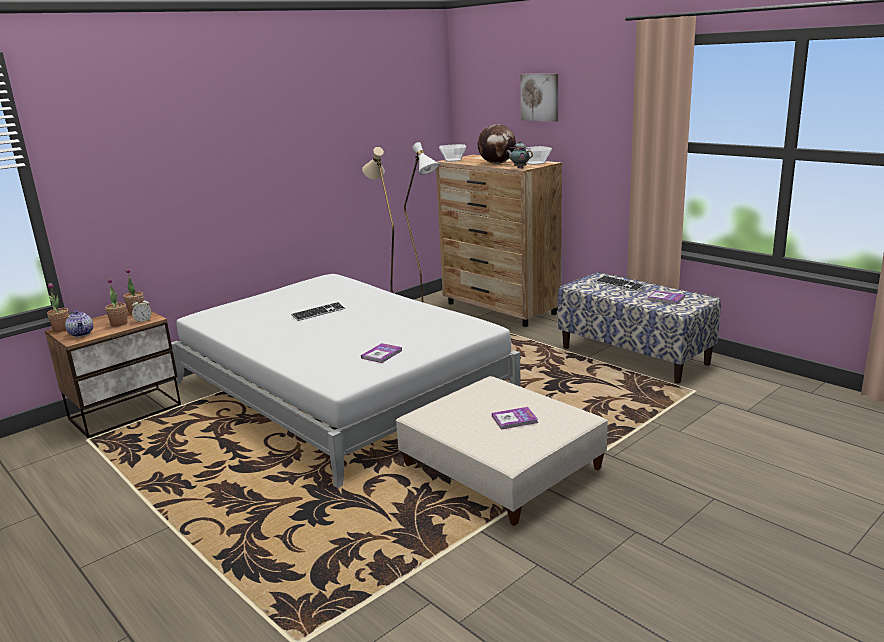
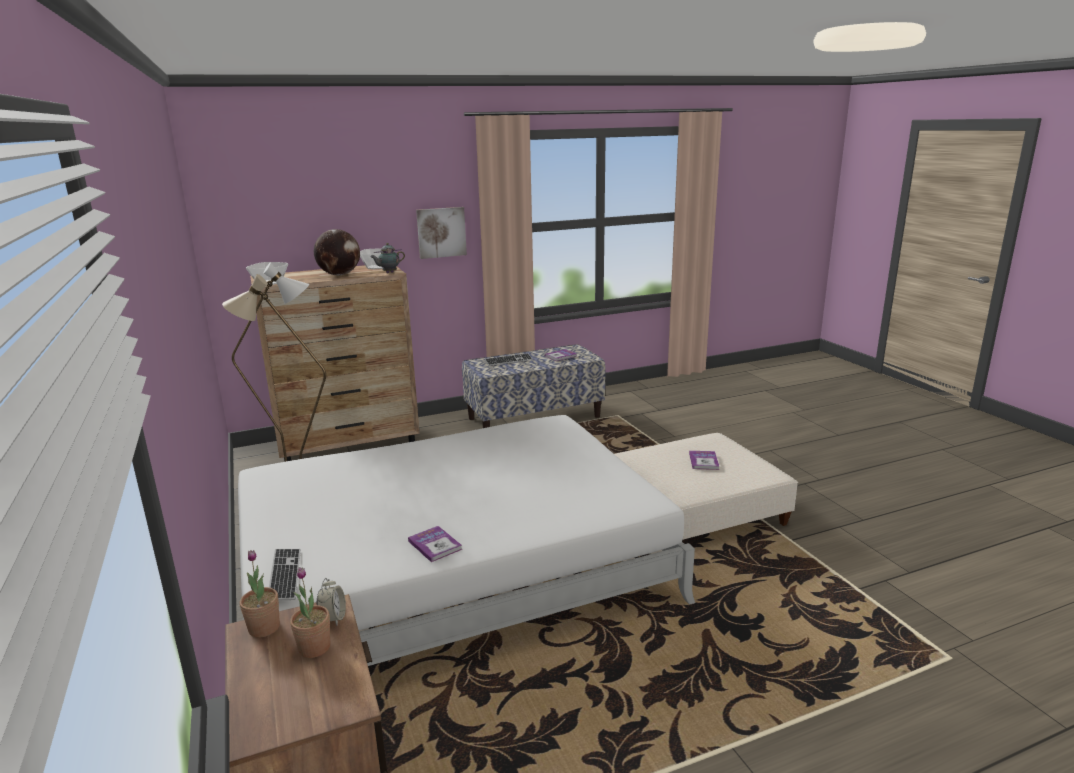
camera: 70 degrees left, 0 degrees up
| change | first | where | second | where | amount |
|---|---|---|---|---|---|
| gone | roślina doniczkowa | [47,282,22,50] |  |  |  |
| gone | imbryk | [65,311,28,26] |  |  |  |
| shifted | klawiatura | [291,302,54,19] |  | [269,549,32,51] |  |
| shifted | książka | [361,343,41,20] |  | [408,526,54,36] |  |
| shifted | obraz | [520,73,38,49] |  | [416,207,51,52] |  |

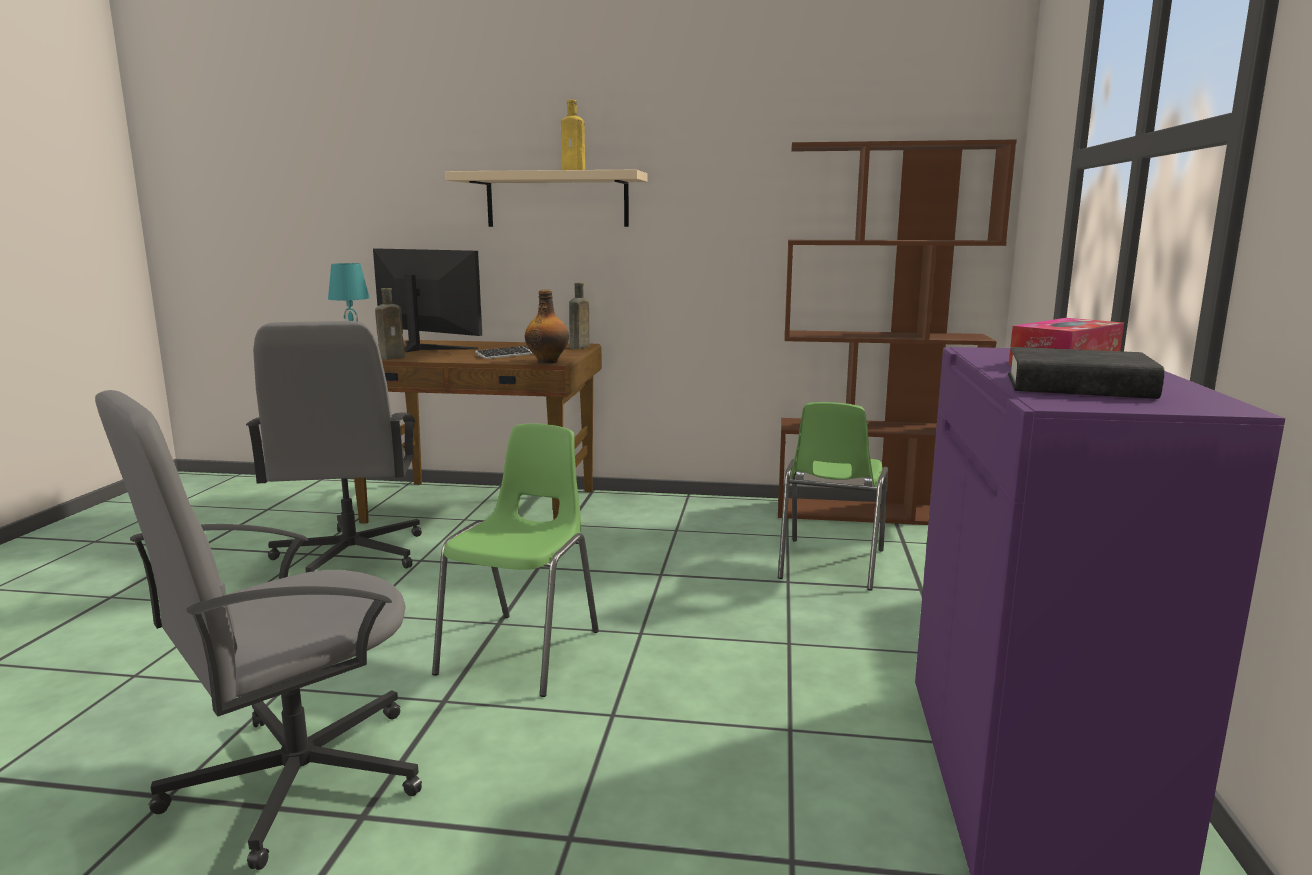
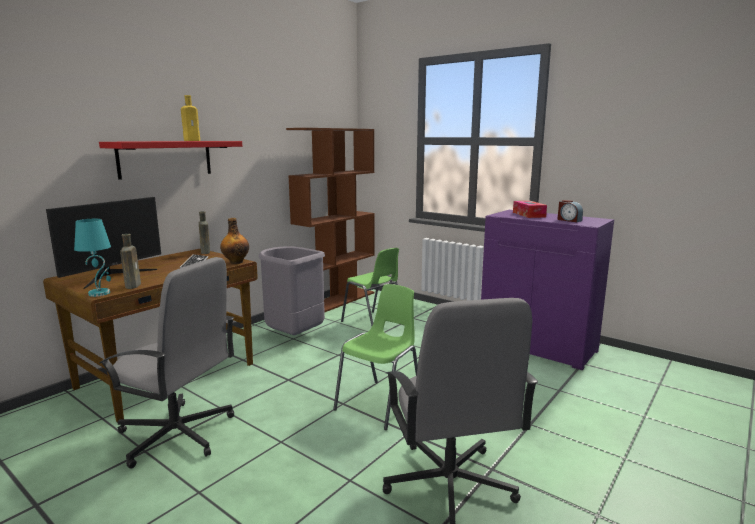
camera: 60 degrees left, 0 degrees up
| change | first | where | second | where | amount |
|---|---|---|---|---|---|
| new |  |  | kosz na śmieci/szary | [259,246,66,89] |  |
| swapped | książka/czarny | [1008,347,157,52] | budzik | [558,200,25,22] |  |
| repainted | półka/beżowy | [445,170,203,57] | półka/czerwony | [99,141,143,39] |  |
| rotated | monitor | [373,248,109,104] |  | [46,197,115,92] | 150 degrees clockwise |
| rotated | krzesło/zielony | [432,423,167,274] |  | [333,284,85,146] | 75 degrees clockwise |

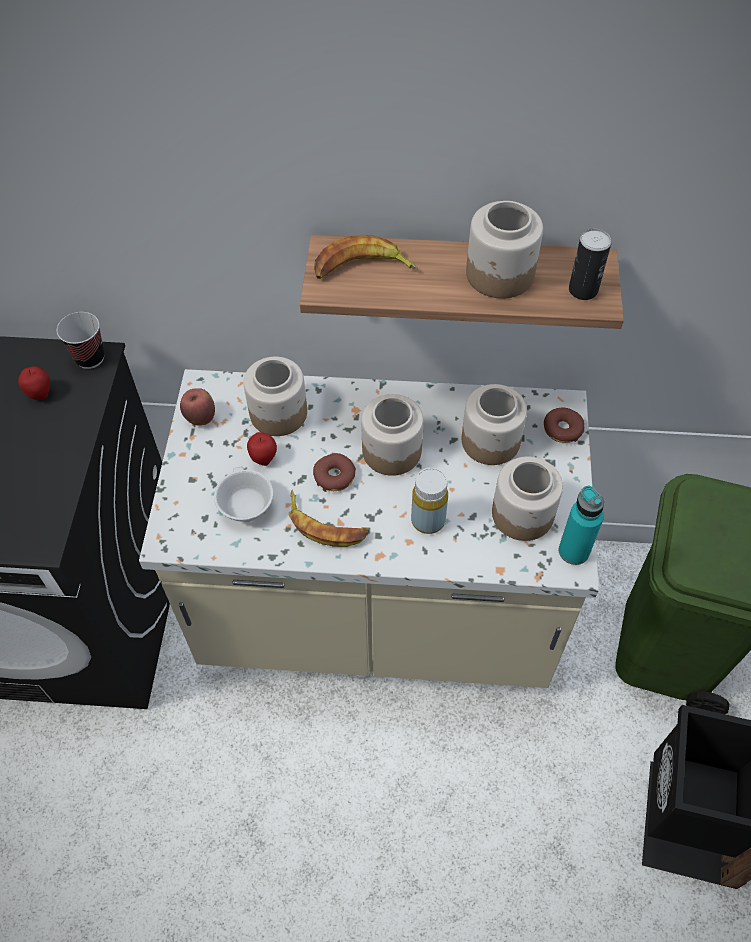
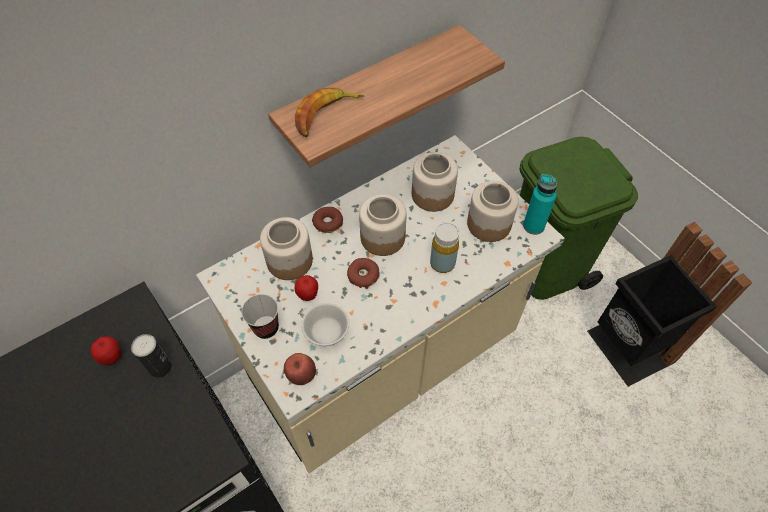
camera: 40 degrees left, 0 degrees up
| change | first | where | second | where | amount |
|---|---|---|---|---|---|
| gone | banan | [289,490,80,57] |  |  |  |
| gone | słoik | [466,201,77,98] |  |  |  |
| shifted | filiżanka | [57,312,48,57] |  | [241,294,38,45] |  |
| shifted | jabłko | [180,388,35,38] |  | [284,353,32,32] |  |
| shifted | donut | [544,408,40,35] |  | [312,207,31,26] |  |
| shifted | puszka | [569,229,43,71] |  | [131,334,41,44] |  |

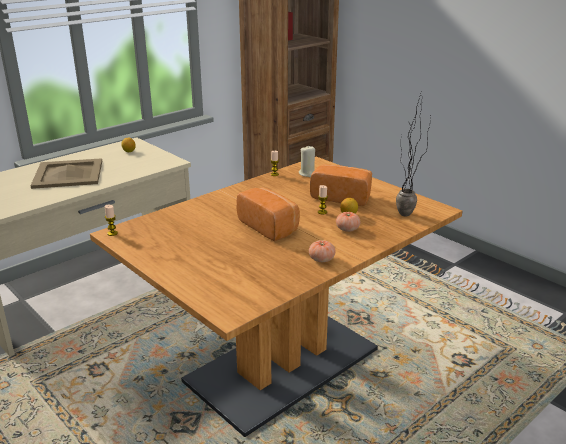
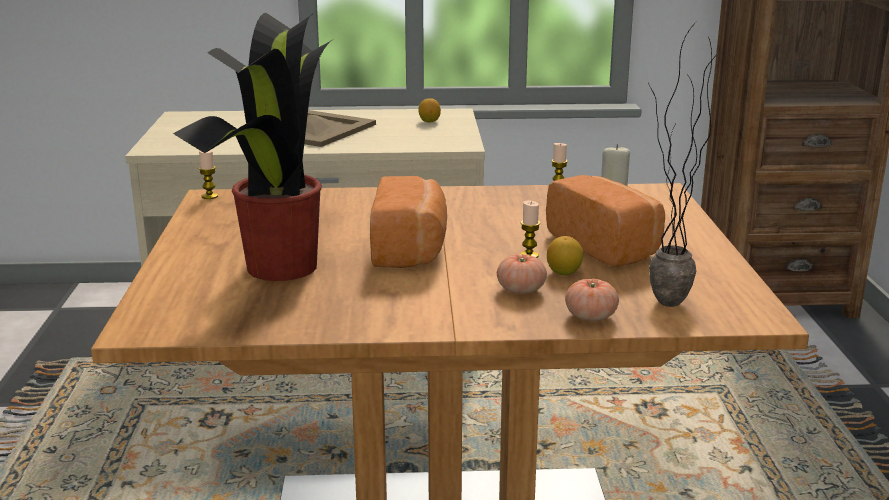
camera: 40 degrees right, 5 degrees down
| change | first | where | second | where | amount |
|---|---|---|---|---|---|
| new |  |  | roślina doniczkowa | [173,13,159,268] |  |
| shifted | pomidor | [309,240,27,22] |  | [565,279,54,42] |  |

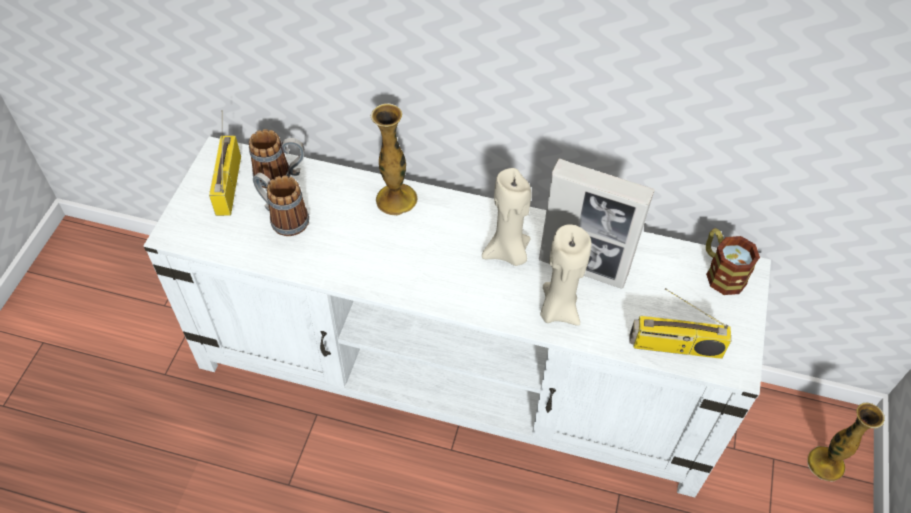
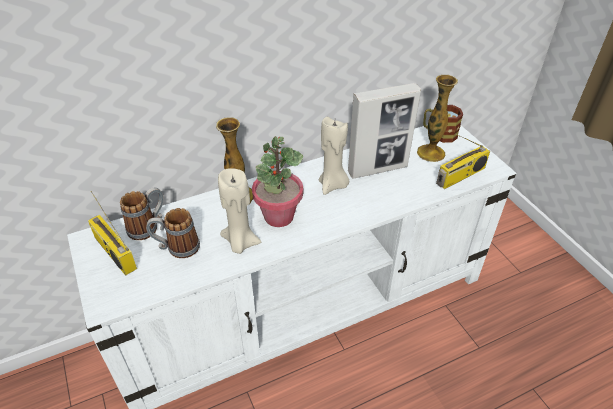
camera: 40 degrees left, 10 degrees down
| change | first | where | second | where | amount |
|---|---|---|---|---|---|
| new |  |  | roślina doniczkowa | [252,136,51,91] |  |
| shifted | świeca/beżowy | [540,224,51,102] |  | [218,168,44,86] |  |
| shifted | wazon | [807,402,78,79] |  | [417,75,41,87] |  |

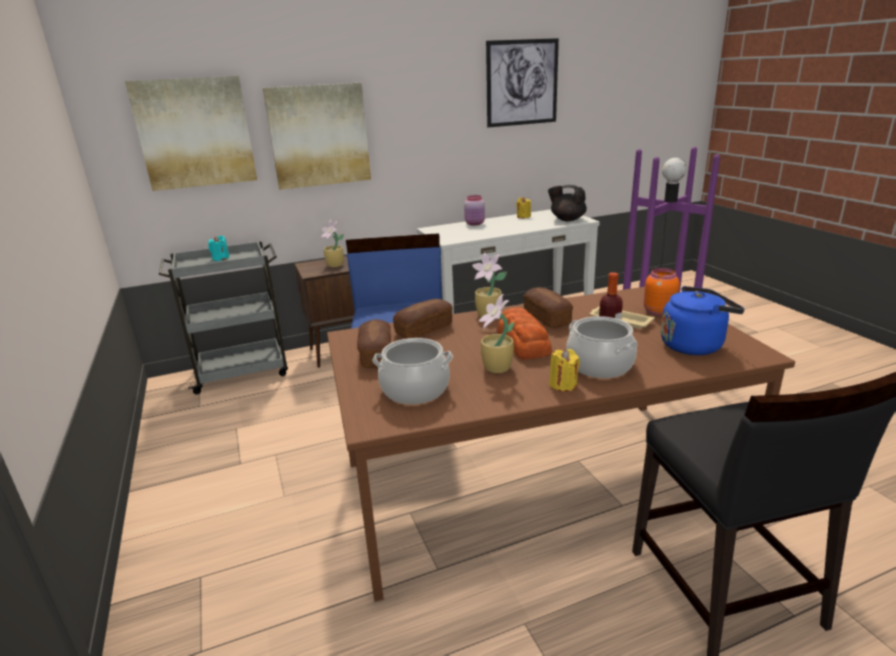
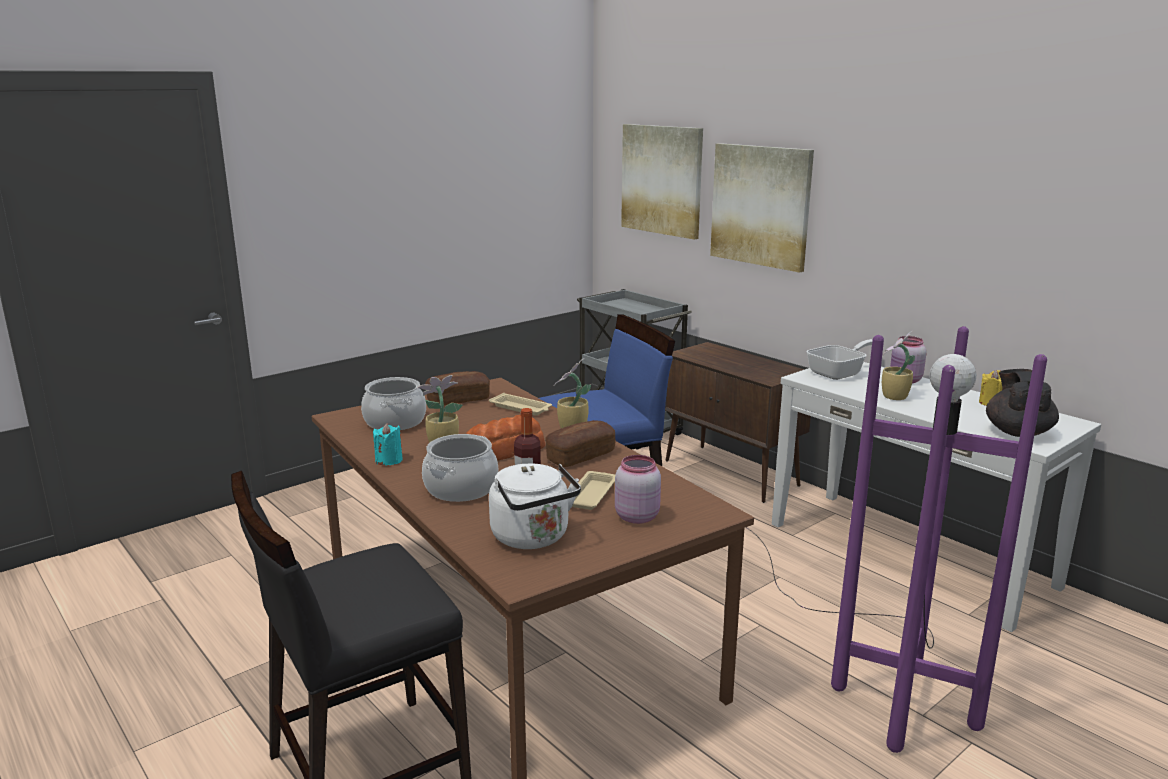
camera: 70 degrees right, 5 degrees down
| change | first | where | second | where | amount |
|---|---|---|---|---|---|
| gone | obraz | [486,38,73,89] |  |  |  |
| gone | świeca/żółty | [549,349,31,42] |  |  |  |
| new |  |  | patelnia | [807,339,66,41] |  |
| shifted | świeca/turkusowy | [208,236,22,25] |  | [373,423,30,42] |  |
| shifted | roślina doniczkowa | [320,220,24,47] |  | [882,331,33,69] |  |
| swapped | chleb | [393,299,60,40] | taca/beżowy | [489,393,63,23] |  |
| repainted | słoik/pomarańczowy | [643,268,37,48] | słoik/różowy | [615,455,46,69] |  |
| repainted | czajnik/niebieski | [661,286,84,69] | czajnik/biały | [489,464,92,85] |  |

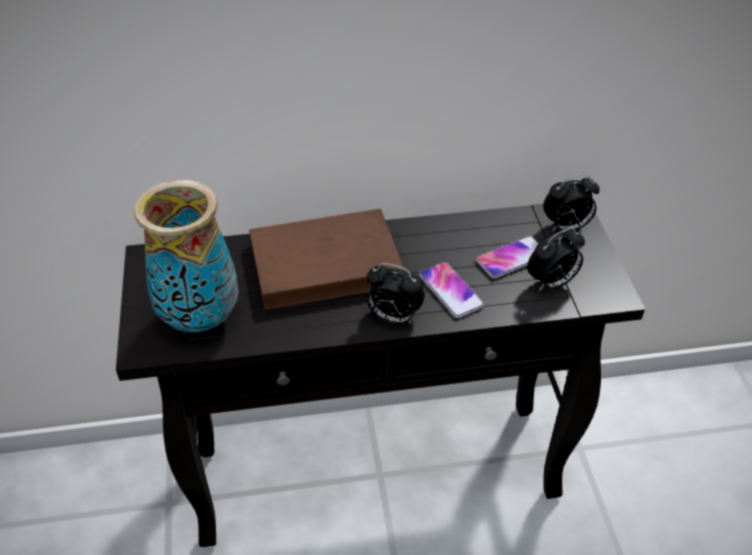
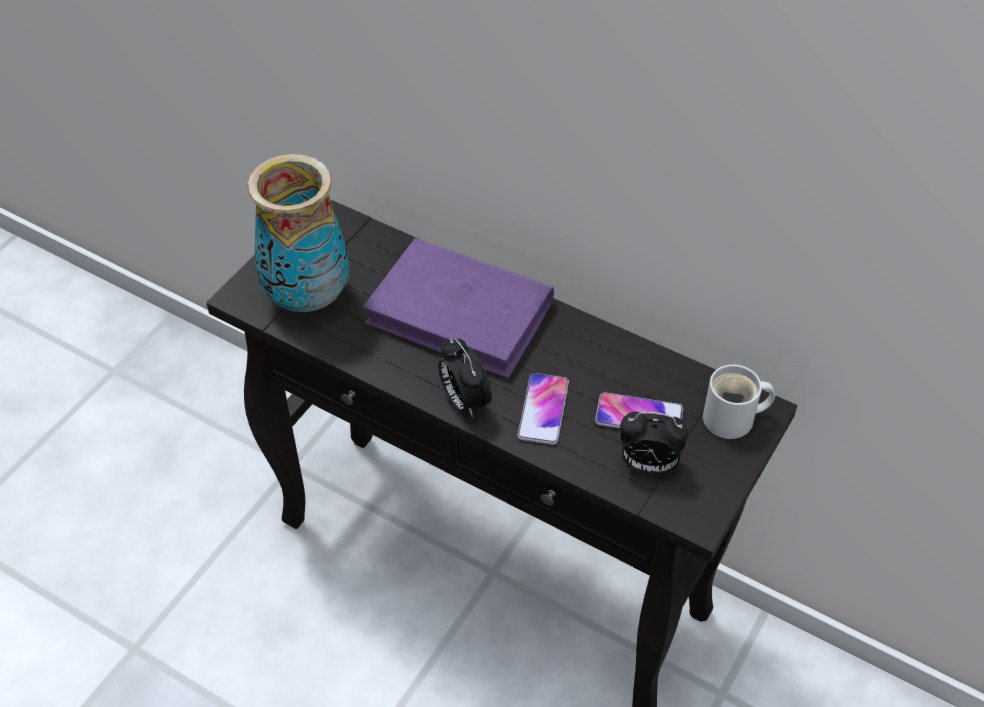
camera: 40 degrees right, 5 degrees up
| change | first | where | second | where | amount |
|---|---|---|---|---|---|
| swapped | budzik | [543,174,57,57] | kubek/biały | [703,365,72,74] |  |
| repainted | książka/brązowy | [249,208,155,102] | książka/fioletowy | [363,238,191,141] |  |

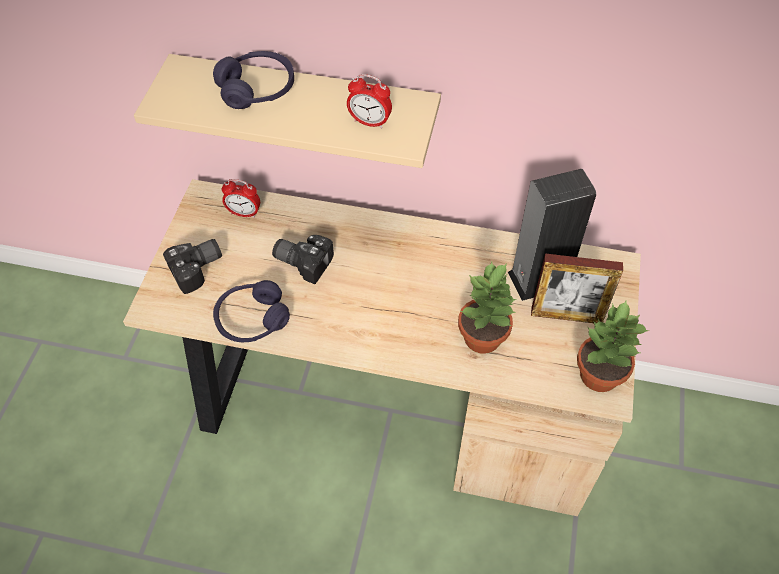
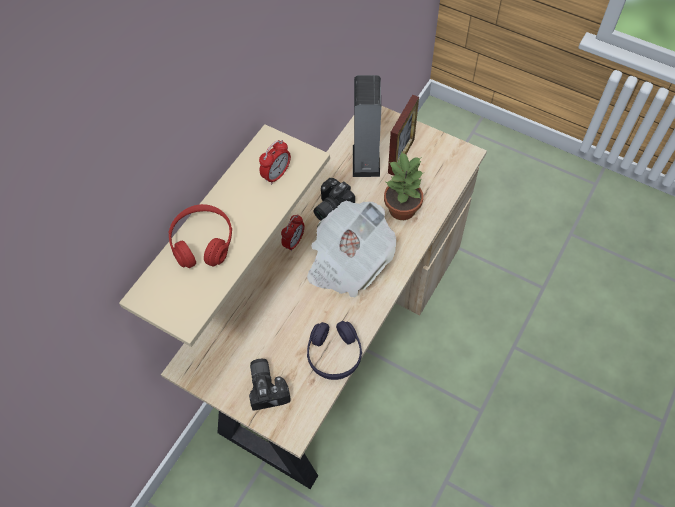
camera: 70 degrees left, 5 degrees up
| change | first | where | second | where | amount |
|---|---|---|---|---|---|
| gone | roślina doniczkowa | [577,299,72,93] |  |  |  |
| new |  |  | gazeta | [307,201,89,96] |  |
| shifted | budzik | [222,179,38,39] |  | [281,214,24,37] |  |
| shifted | aparat fotograficzny | [272,235,62,49] |  | [313,178,42,43] |  |
| repainted | słuchawki/fioletowy | [213,51,81,58] | słuchawki/czerwony | [169,204,63,64] |  |

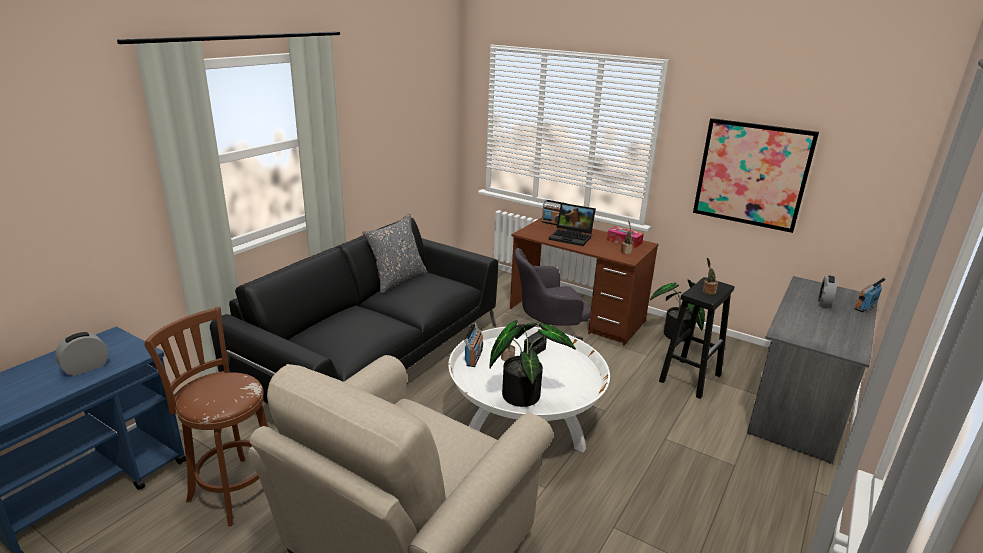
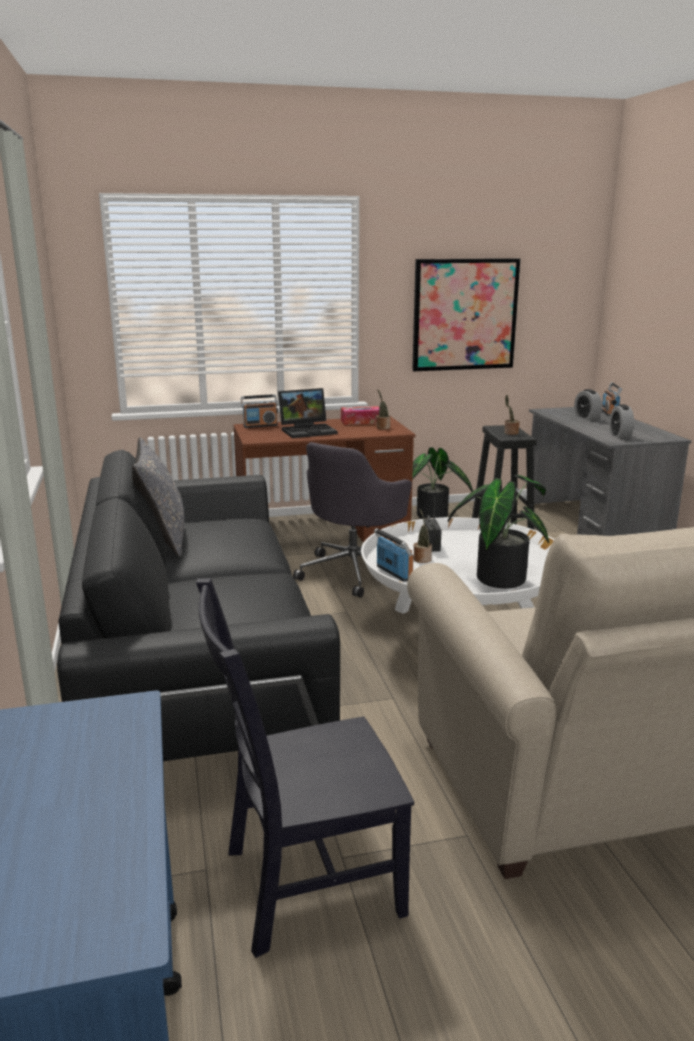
camera: 45 degrees left, 5 degrees down
| change | first | where | second | where | amount |
|---|---|---|---|---|---|
| shifted | budzik | [55,332,53,44] |  | [610,404,24,35] |  |
| swapped | stołek/brązowy | [145,307,123,219] | krzesło/czarny | [196,578,218,380] |  |

